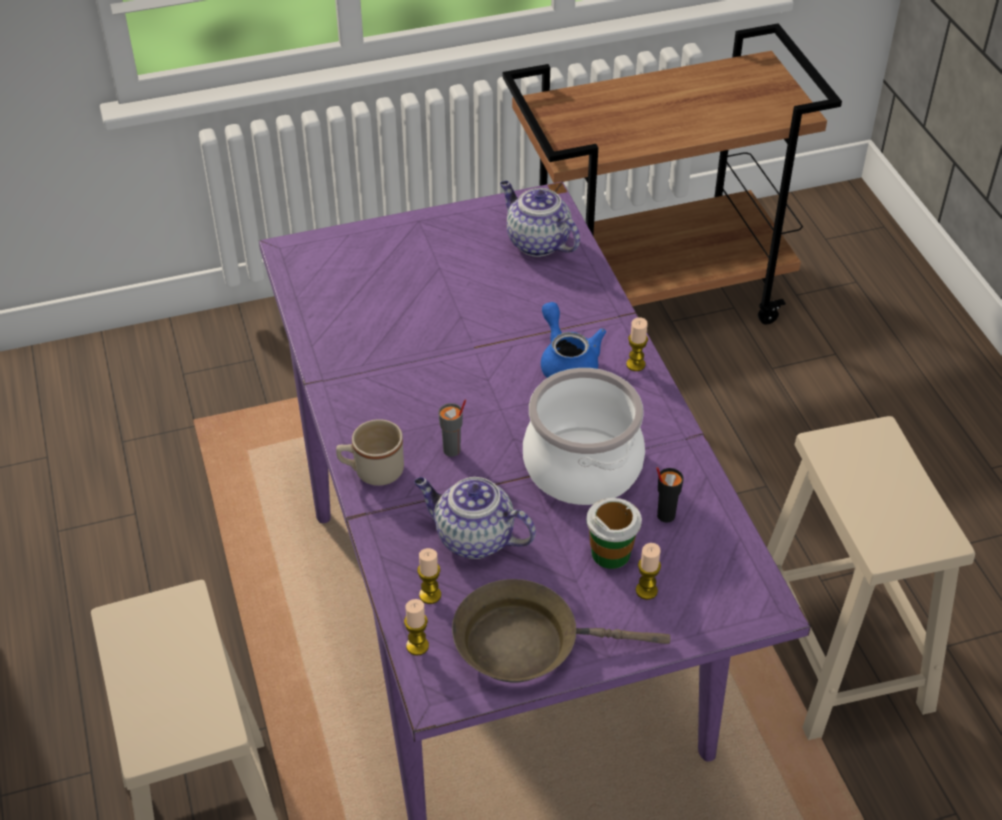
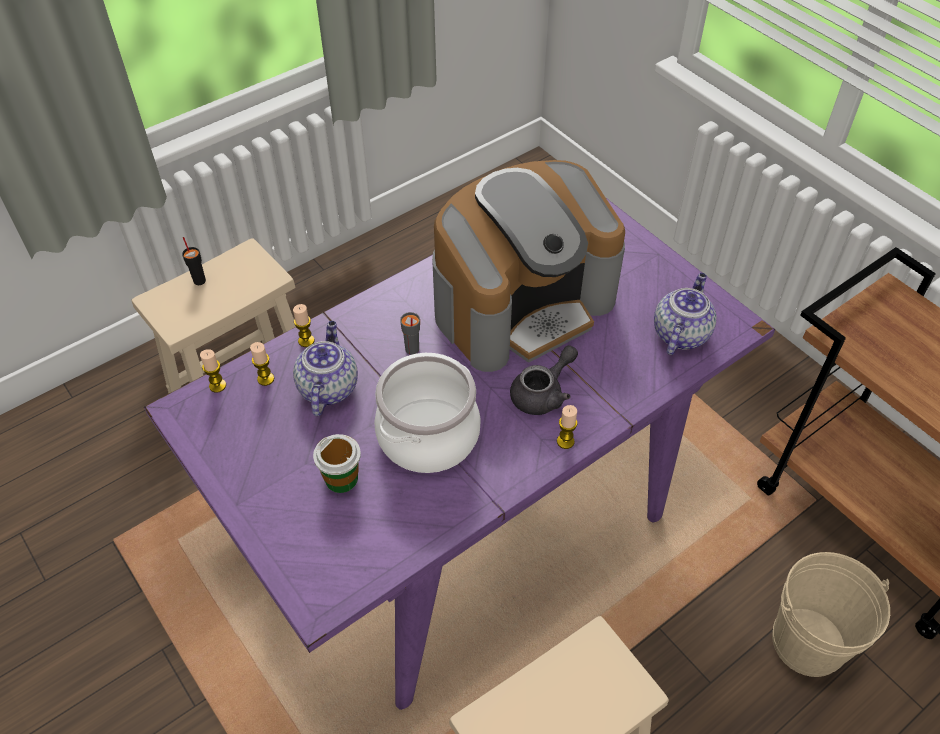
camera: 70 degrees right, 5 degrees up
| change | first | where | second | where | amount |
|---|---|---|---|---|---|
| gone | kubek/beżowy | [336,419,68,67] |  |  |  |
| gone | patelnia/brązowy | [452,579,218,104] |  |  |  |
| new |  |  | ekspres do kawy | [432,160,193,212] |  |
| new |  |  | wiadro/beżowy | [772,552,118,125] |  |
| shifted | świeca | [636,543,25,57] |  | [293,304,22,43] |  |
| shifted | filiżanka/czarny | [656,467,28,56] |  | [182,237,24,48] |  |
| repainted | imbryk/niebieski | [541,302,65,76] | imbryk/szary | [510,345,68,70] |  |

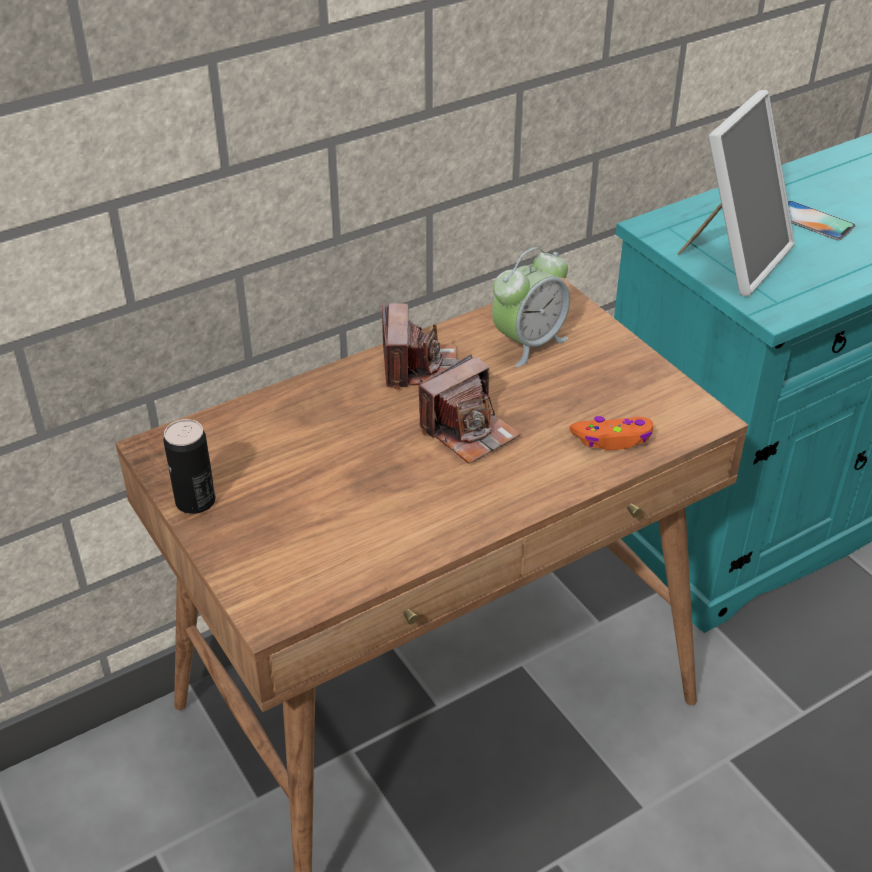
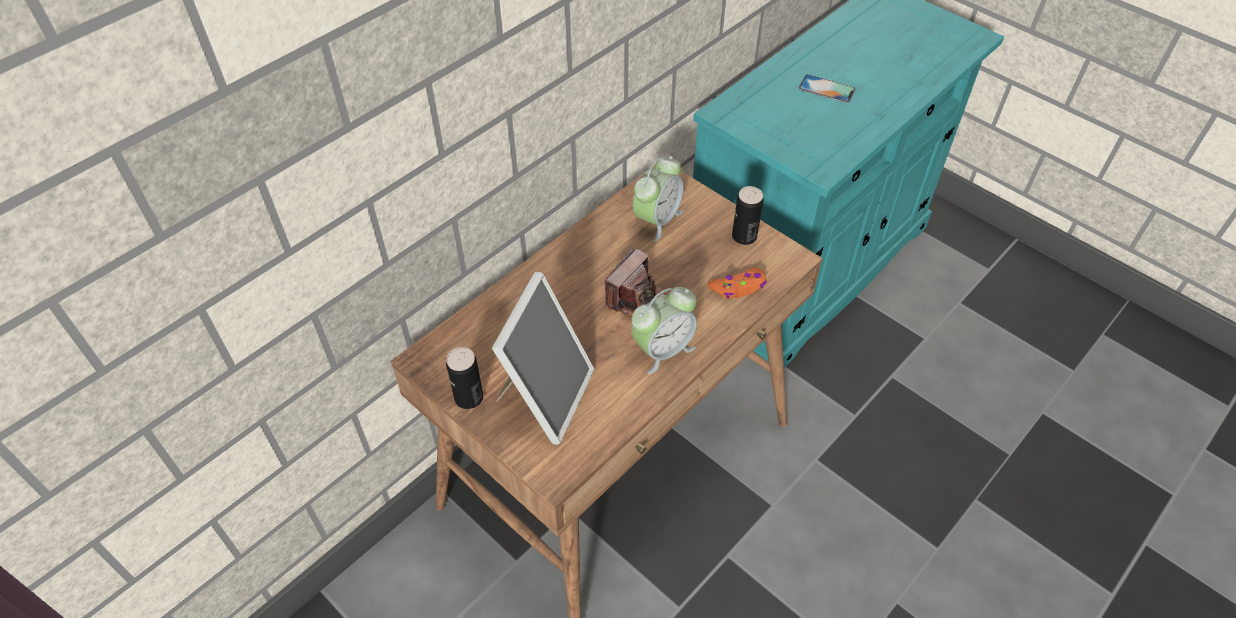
camera: 15 degrees left, 10 degrees up
| change | first | where | second | where | amount |
|---|---|---|---|---|---|
| gone | aparat fotograficzny | [382,303,76,87] |  |  |  |
| new |  |  | budzik | [631,287,66,87] |  |
| new |  |  | puszka | [732,186,32,59] |  |
| shifted | ramka na zdjęcie | [677,90,118,206] |  | [492,271,102,174] |  |

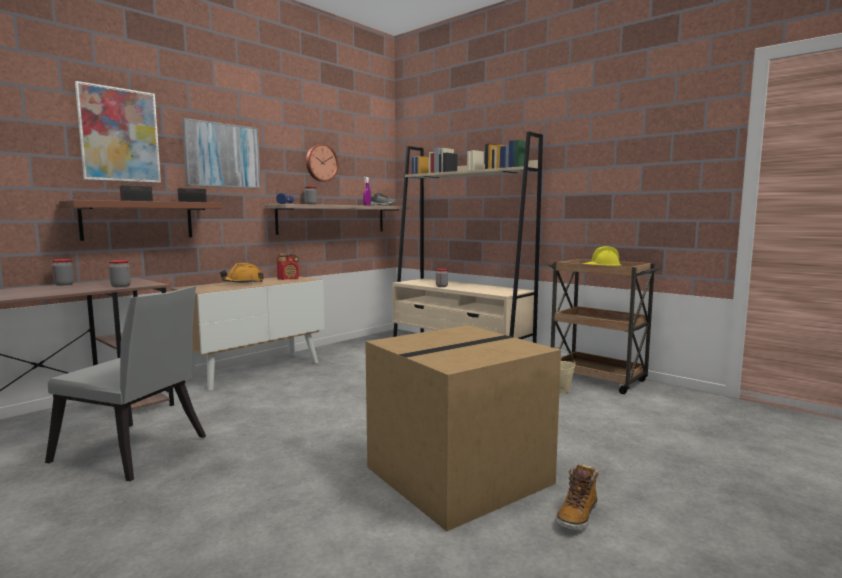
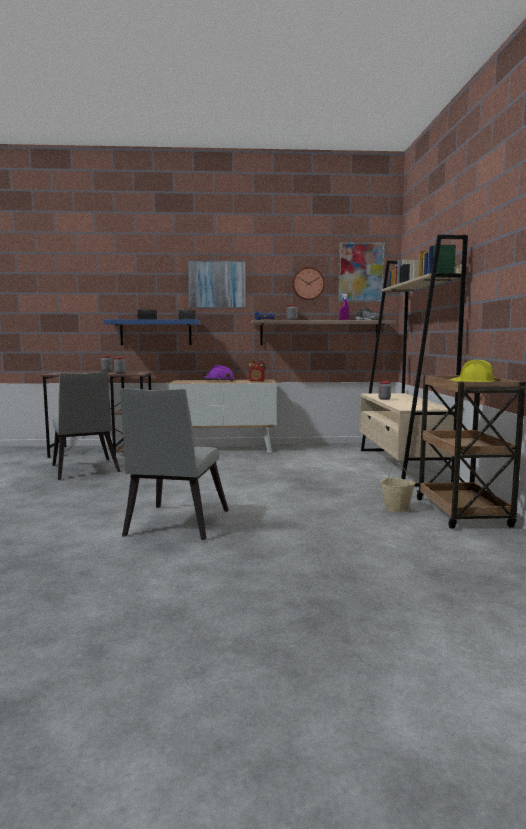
camera: 45 degrees right, 0 degrees up
| change | first | where | second | where | amount |
|---|---|---|---|---|---|
| gone | but z cholewką | [556,463,43,67] |  |  |  |
| shifted | obraz | [75,81,86,102] |  | [338,242,47,60] |  |
| swapped | karton | [365,325,196,206] | krzesło/szary | [120,388,109,152] |  |
| repainted | półka/brązowy | [59,200,163,41] | półka/niebieski | [104,319,96,26] |  |
| repainted | kask/pomarańczowy | [220,263,44,20] | kask/fioletowy | [202,365,32,16] |  |

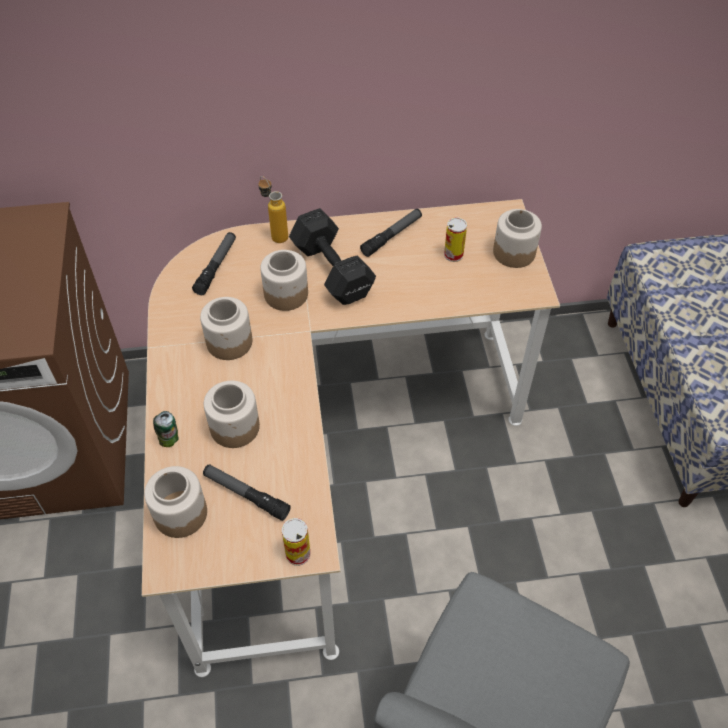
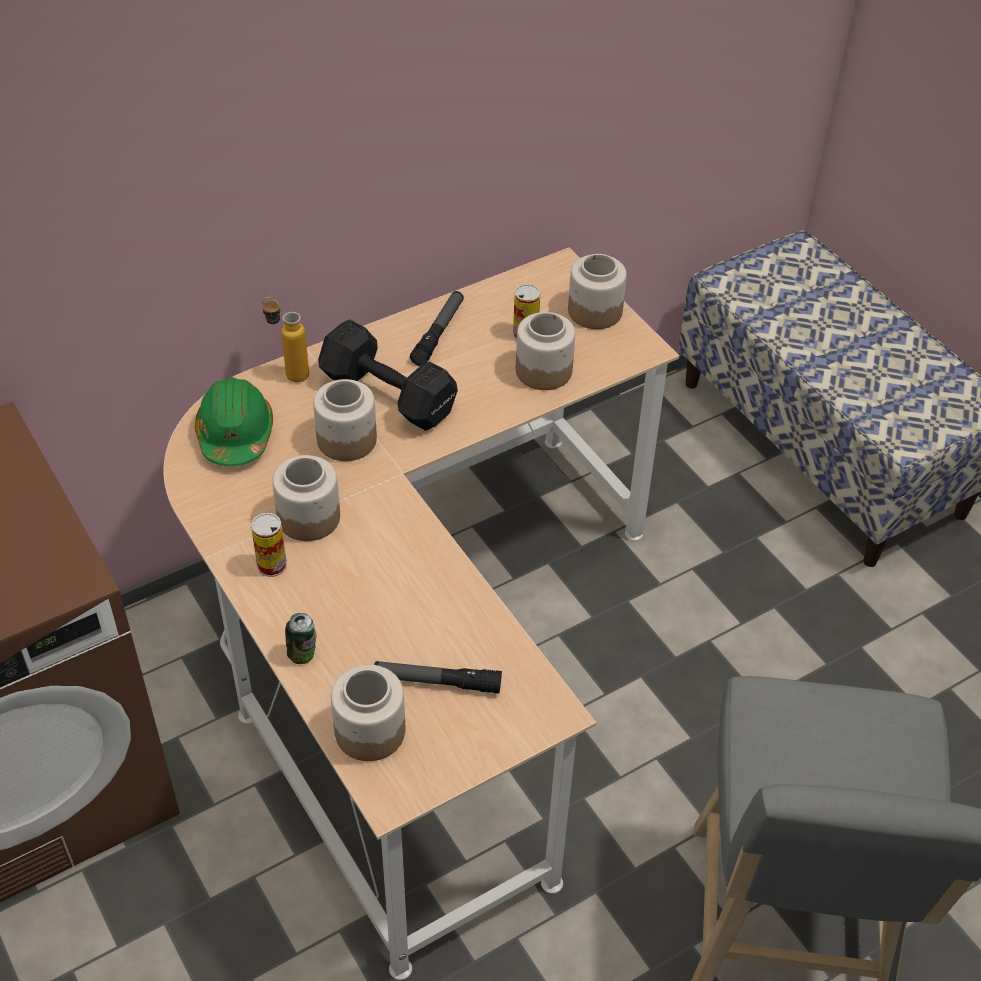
camera: 25 degrees left, 5 degrees down
| change | first | where | second | where | amount |
|---|---|---|---|---|---|
| shifted | słoik | [204,381,56,67] |  | [516,312,59,78] |  |
| shifted | puszka | [282,518,28,48] |  | [251,513,36,64] |  |
| swapped | latarka | [192,232,44,63] | kask/zielony | [195,377,78,89] |  |

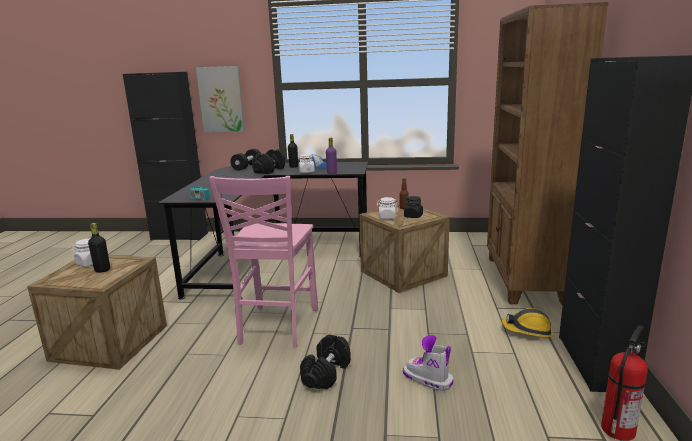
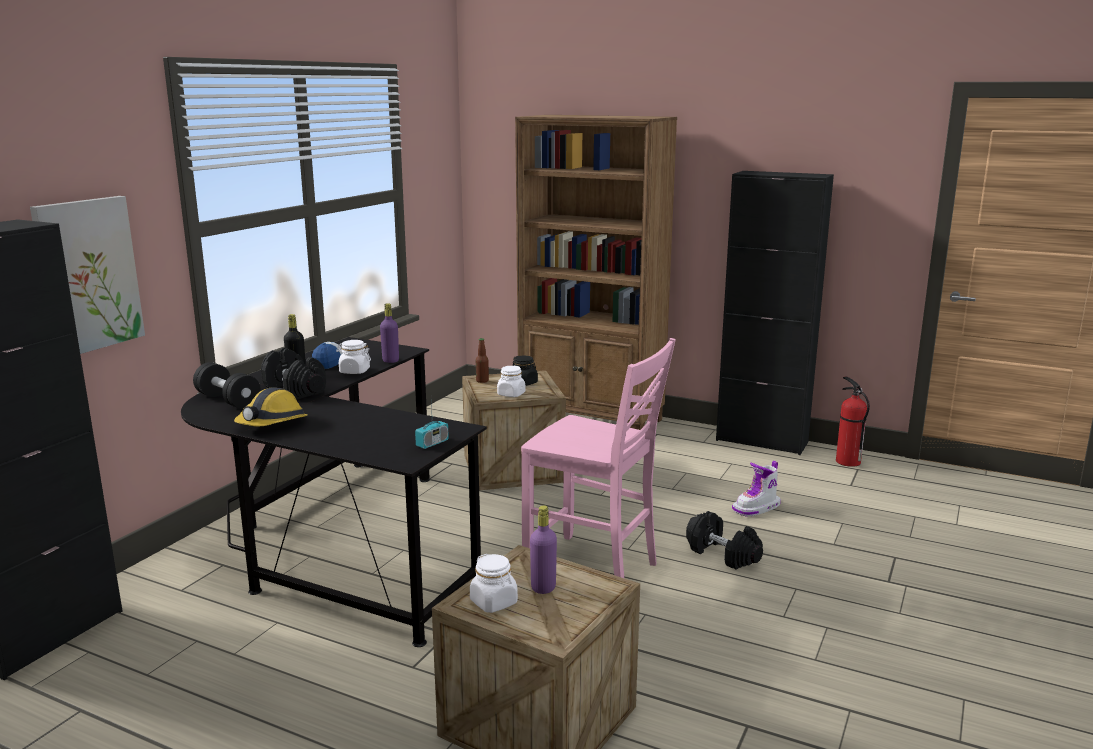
camera: 70 degrees left, 0 degrees up
| change | first | where | second | where | amount |
|---|---|---|---|---|---|
| shifted | kask | [502,308,51,30] |  | [234,387,73,39] |  |
| repainted | butelka/czarny | [88,223,22,50] | butelka/fioletowy | [530,506,27,88] |  |

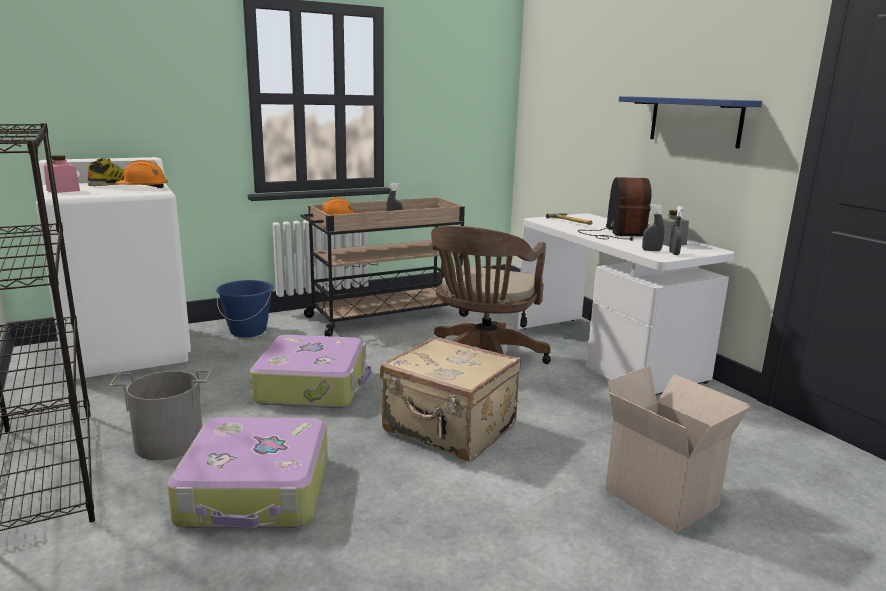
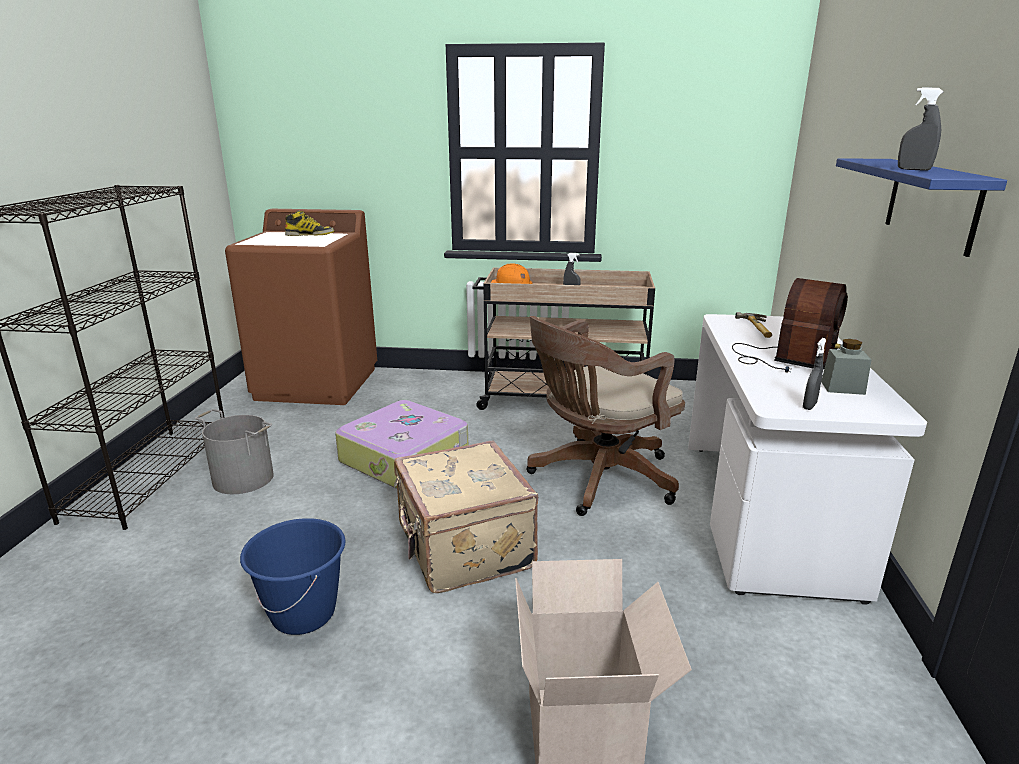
camera: 35 degrees right, 5 degrees up
| change | first | where | second | where | amount |
|---|---|---|---|---|---|
| gone | słoik/różowy | [44,155,36,38] |  |  |  |
| gone | kask/pomarańczowy | [115,160,53,28] |  |  |  |
| gone | walizka | [167,417,161,111] |  |  |  |
| shifted | wiadro/niebieski | [216,280,58,57] |  | [240,518,106,117] |  |
| shifted | spryskiwacz/szary | [642,204,22,47] |  | [898,87,46,84] |  |
| repainted | pralka/biały | [36,157,155,222] | pralka/brązowy | [225,209,152,196] |  |

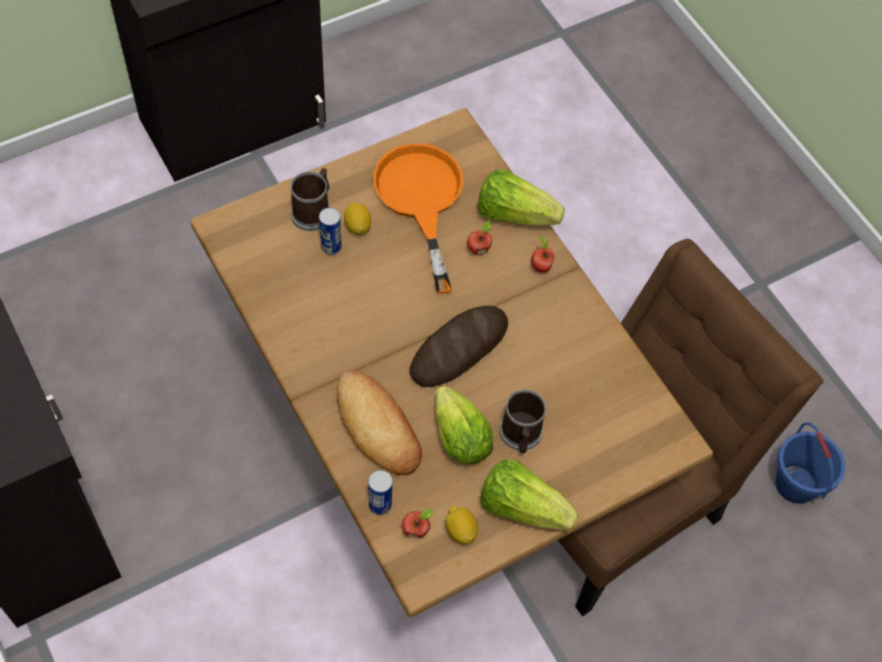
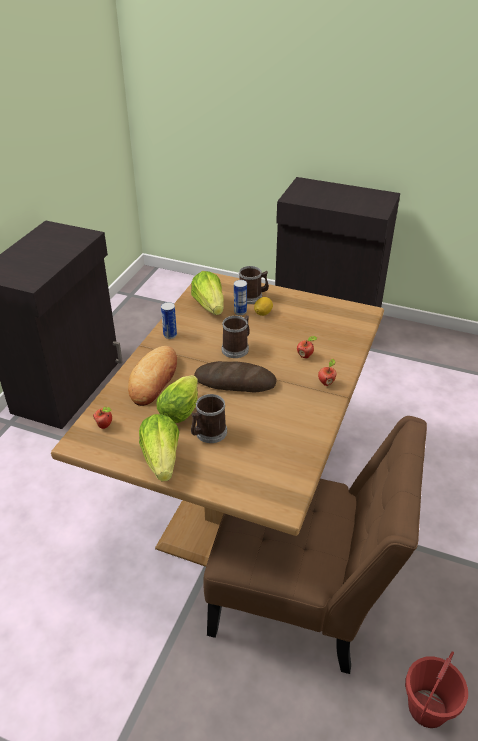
camera: 55 degrees right, 20 degrees down
| change | first | where | second | where | amount |
|---|---|---|---|---|---|
| gone | patelnia/pomarańczowy | [373,144,90,150] |  |  |  |
| gone | cytryna | [445,506,33,38] |  |  |  |
| new |  |  | kubek | [222,315,28,43] |  |
| shifted | puszka | [368,470,24,45] |  | [161,302,16,37] |  |
| shifted | sałata | [478,170,87,56] |  | [191,271,33,44] |  |
| repainted | wiadro/niebieski | [775,422,70,82] | wiadro/czerwony | [405,651,63,77] |  |

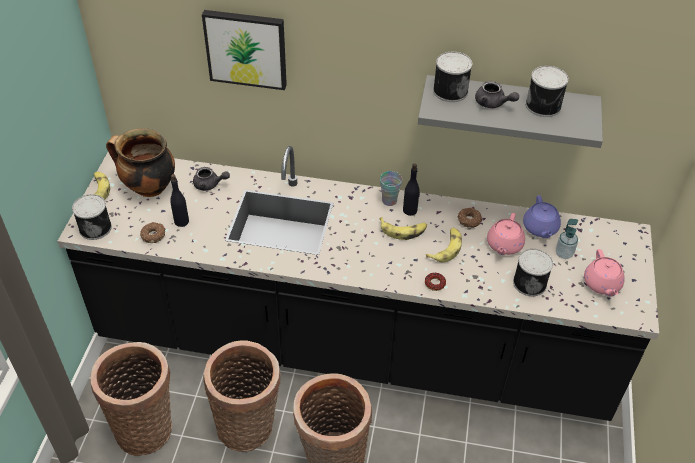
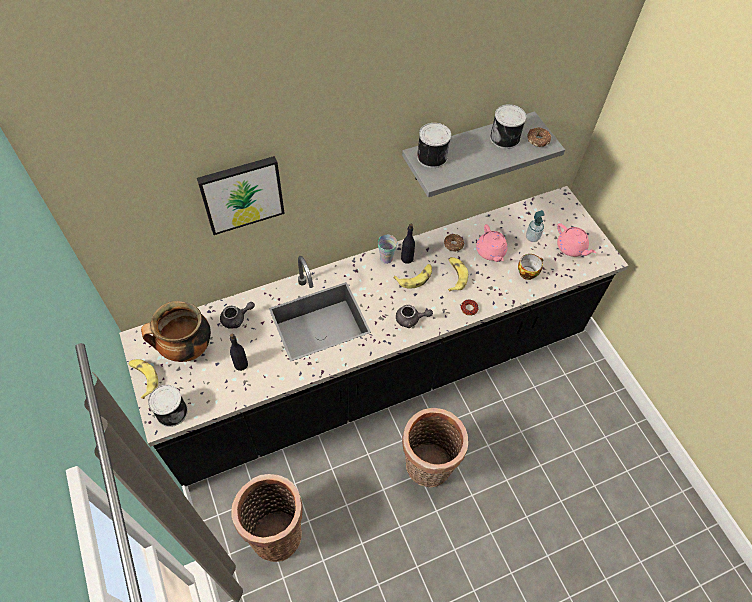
camera: 35 degrees left, 10 degrees up
| change | first | where | second | where | amount |
|---|---|---|---|---|---|
| gone | koszyk | [203,341,78,111] |  |  |  |
| gone | imbryk/fioletowy | [523,195,38,43] |  |  |  |
| shifted | donut | [140,222,26,21] |  | [527,128,24,19] |  |
| shifted | imbryk/szary | [475,81,44,27] |  | [396,305,37,23] |  |
| swapped | puszka | [513,249,40,47] | filiżanka | [518,254,25,26] |  |

